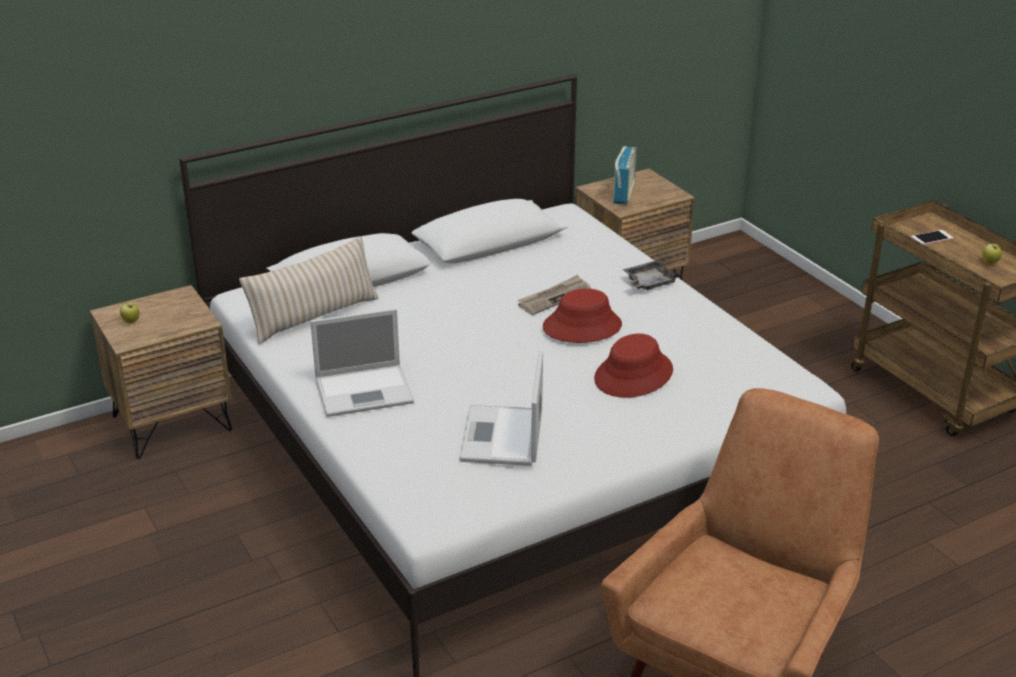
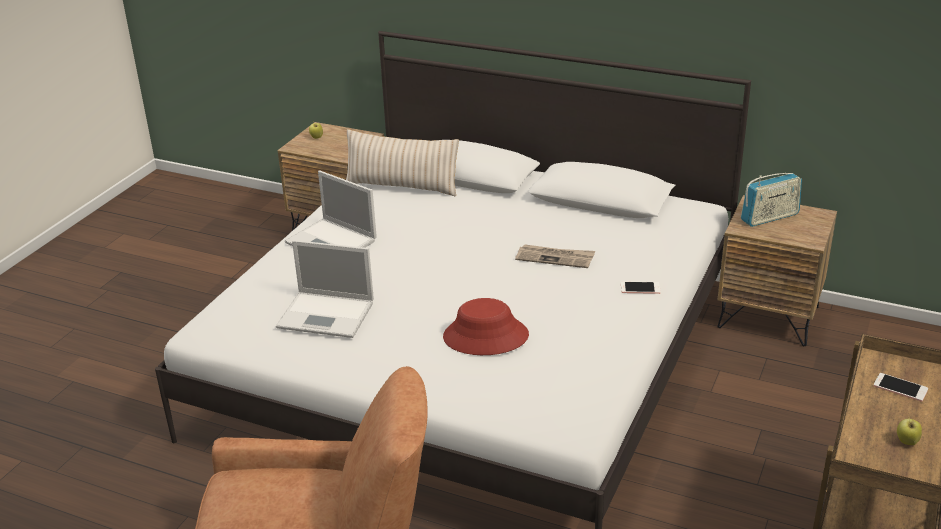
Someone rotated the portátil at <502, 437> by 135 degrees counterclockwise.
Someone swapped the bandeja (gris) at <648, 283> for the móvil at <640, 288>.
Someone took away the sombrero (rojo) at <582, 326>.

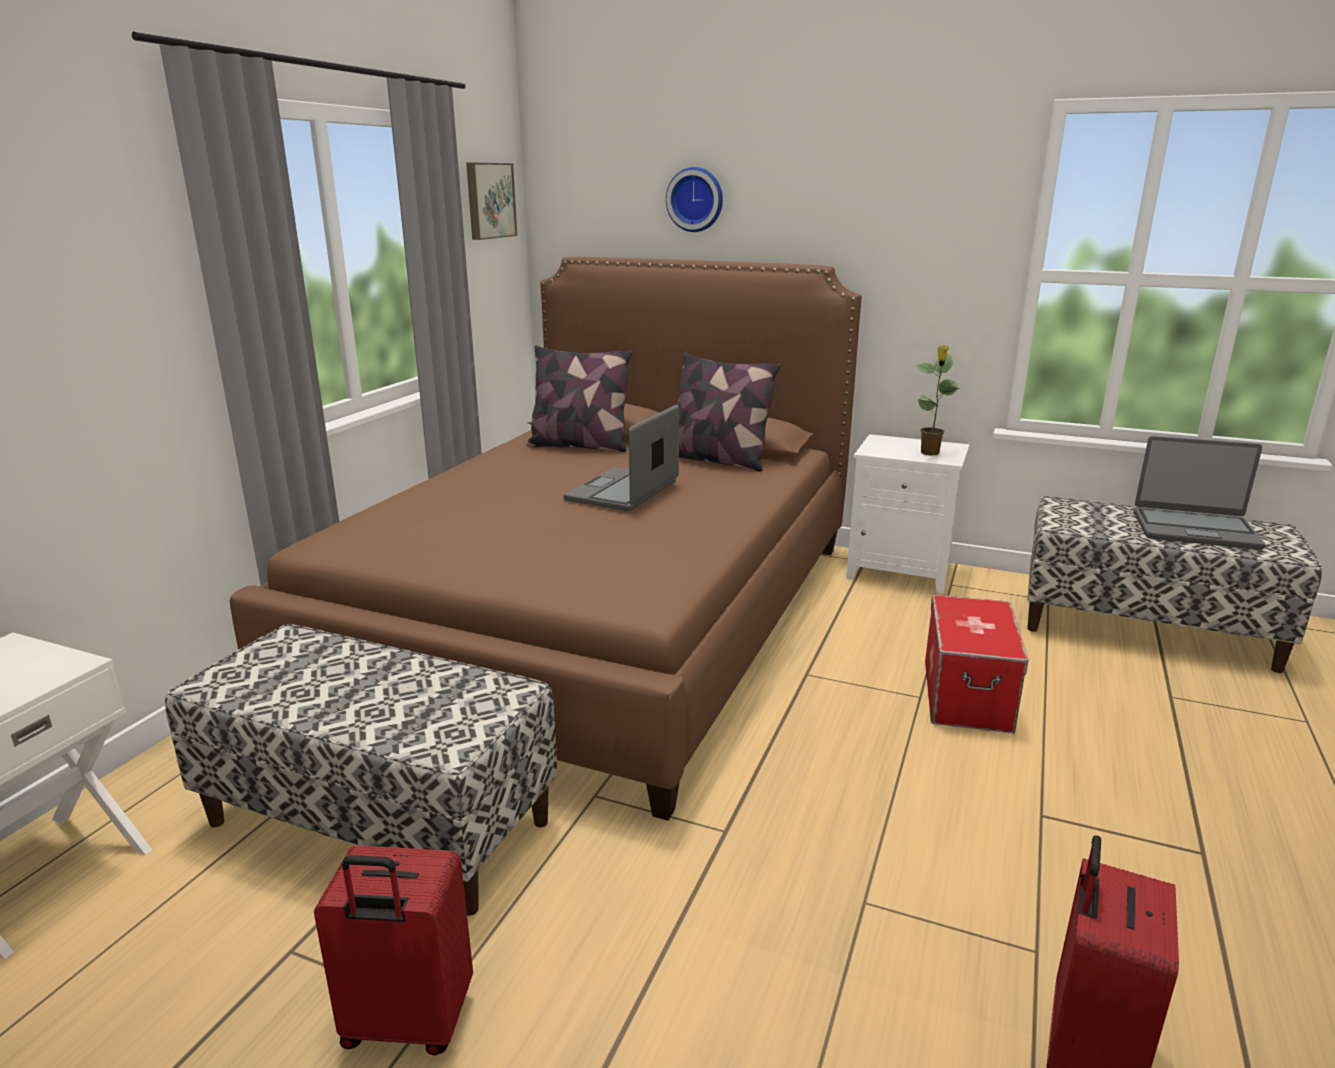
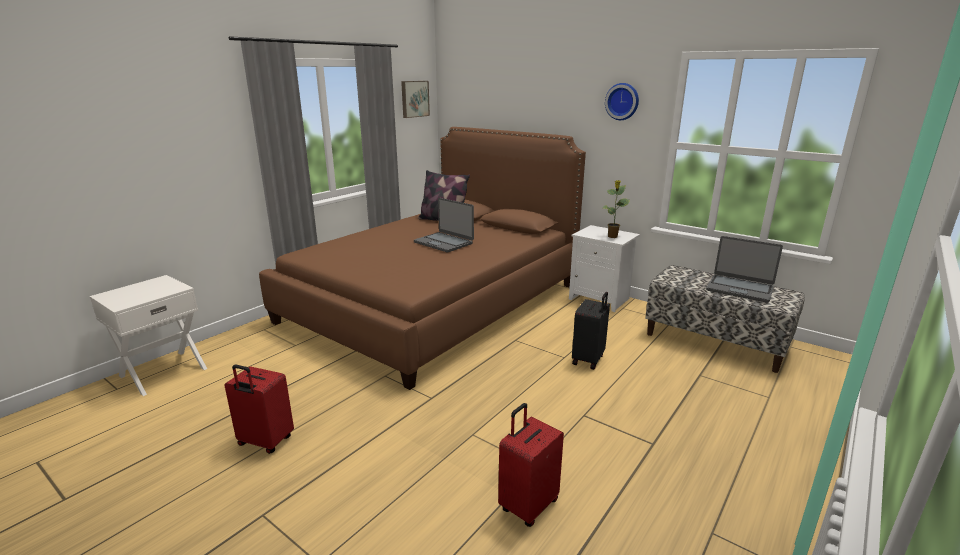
Someone rotated the portátil at <624, 491> by 90 degrees counterclockwise.
Someone swapped the caja de almacenaje at <967, 695> for the maleta (negro) at <589, 360>.
Someone carried the reloj de pared from <696, 199> to <622, 101>.
Someone took away the banco at <380, 822>.
Someone took away the cojín at <717, 460>.

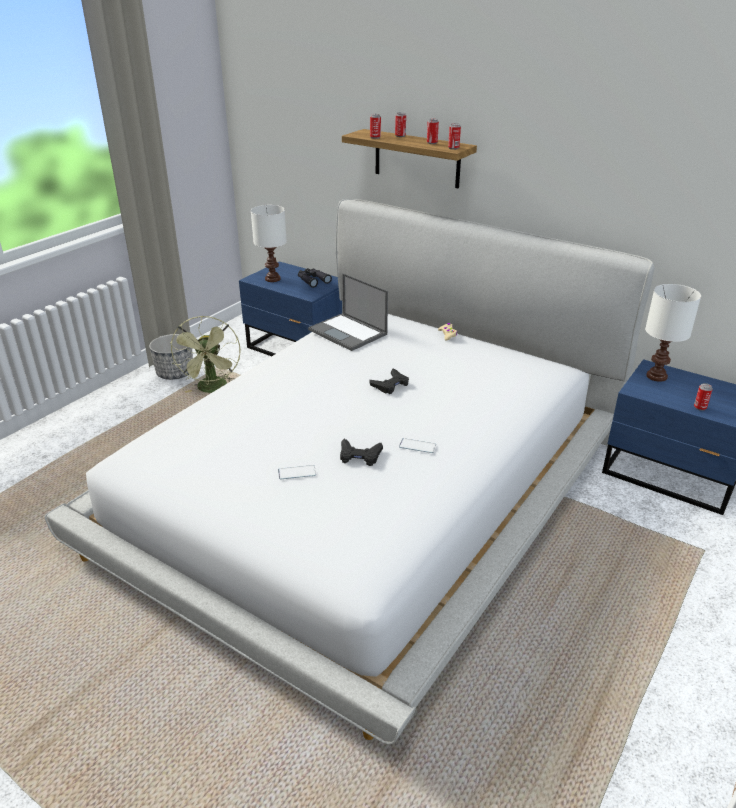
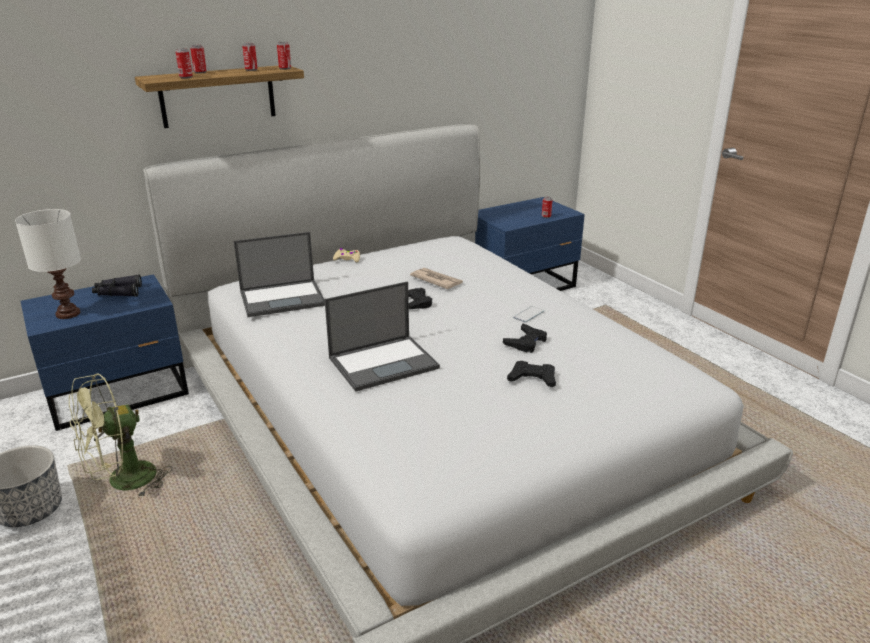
Someone rotated the ventilador (verde) at <213, 389> by 120 degrees clockwise.
Someone put down the portátil at <384, 362>.
Someone put down the periódico at <436, 280>.
Someone swapped the móvil at <297, 472> for the mando de consola (negro) at <532, 378>.
Someone took away the lámpara de mesa (blanco) at <656, 377>.

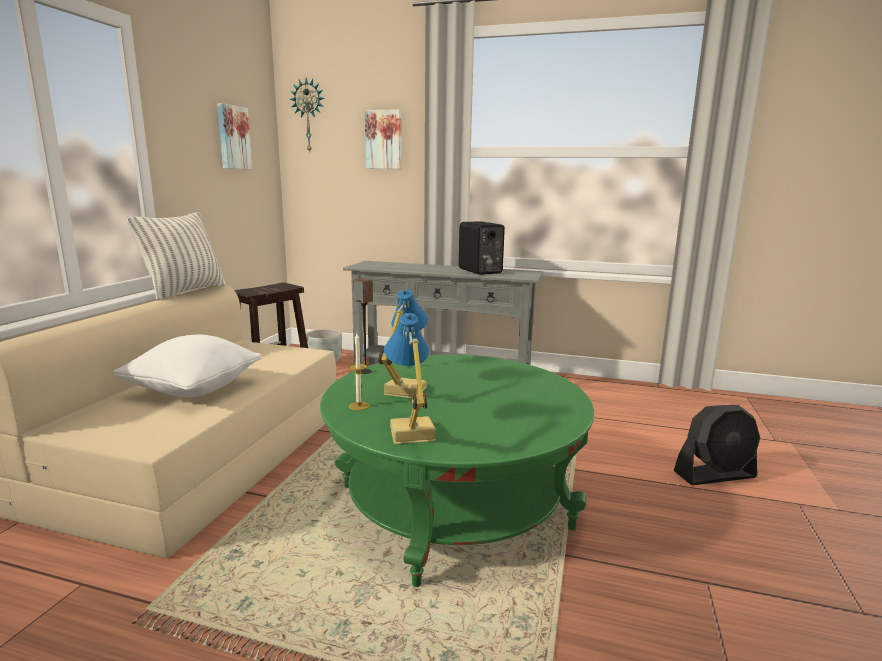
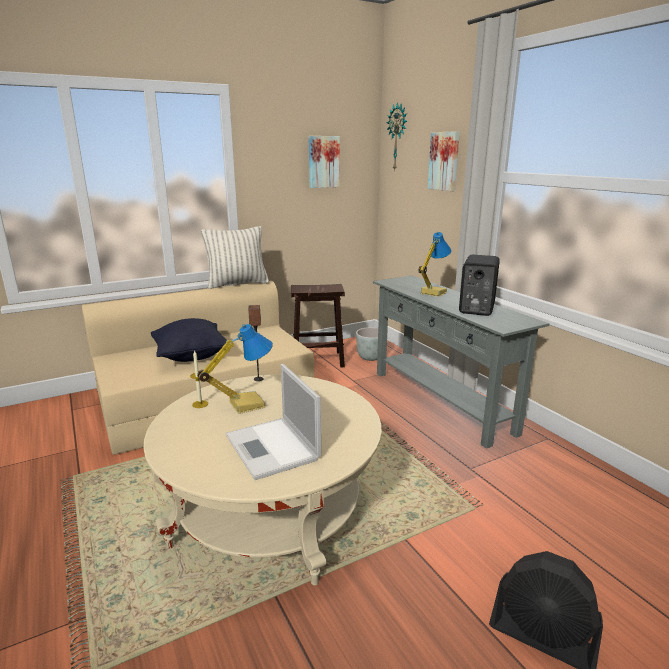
Someone repainted the mesa de centro (verde) at <453, 506>, which became the mesa de centro (beis) at <271, 512>.
Someone repainted the cojín (blanco) at <193, 390>, which became the cojín (negro) at <191, 356>.
Someone put down the portátil at <273, 448>.
Someone carried the lámpara de mesa from <410, 433> to <432, 293>.

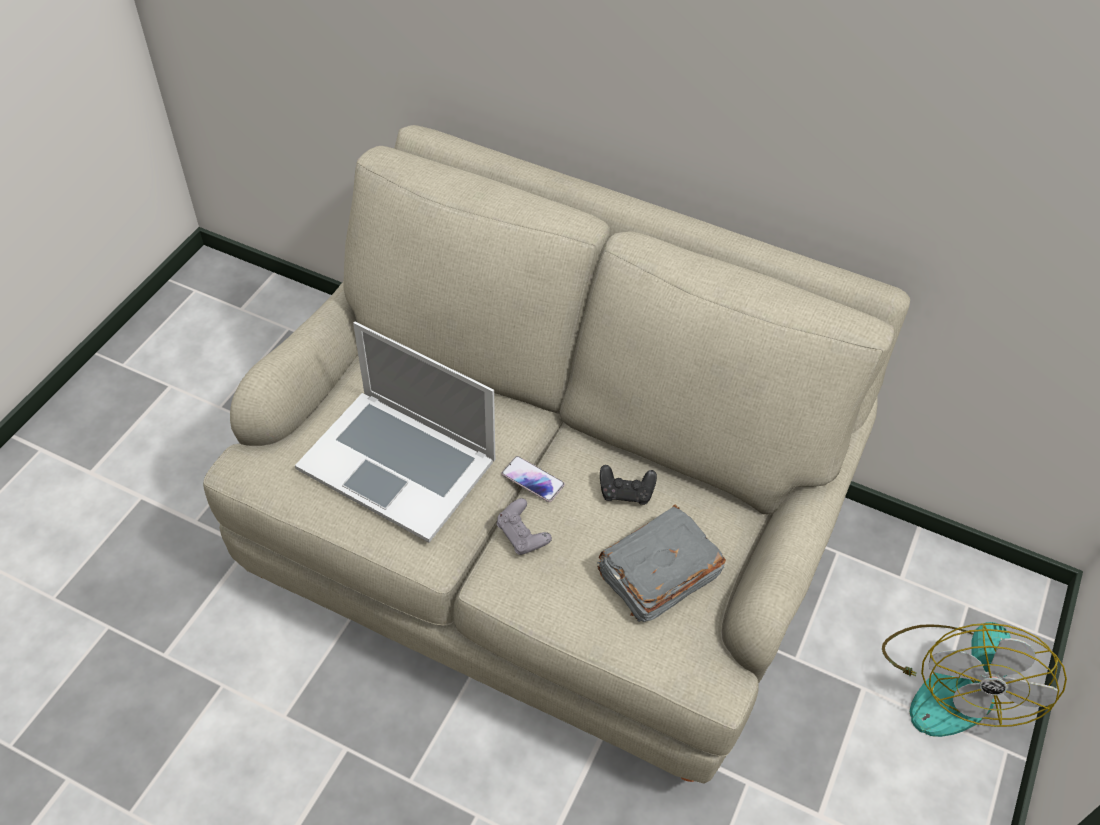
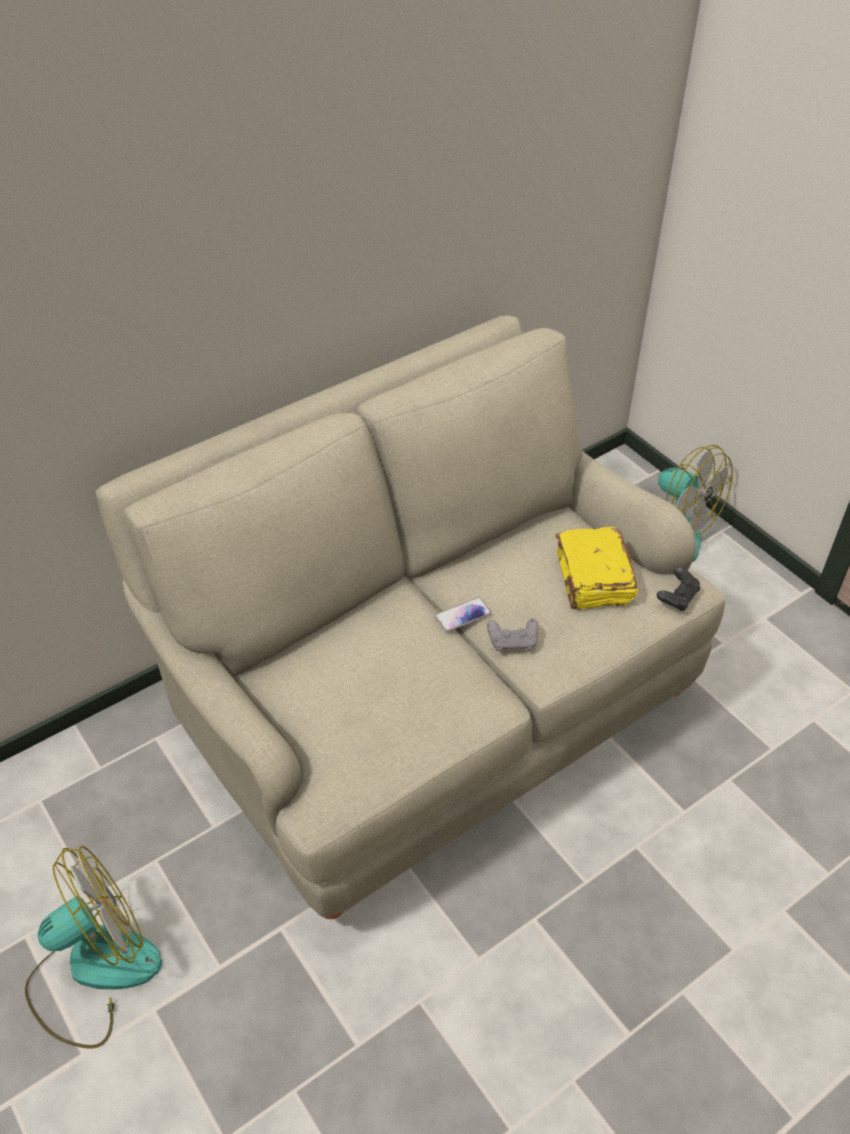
Someone put down the ventilador at <93, 971>.
Someone repainted the libro (gris) at <656, 575>, which became the libro (amarillo) at <592, 580>.
Someone carried the mando de consola (negro) from <626, 492> to <677, 597>.
Someone took away the portátil at <398, 463>.

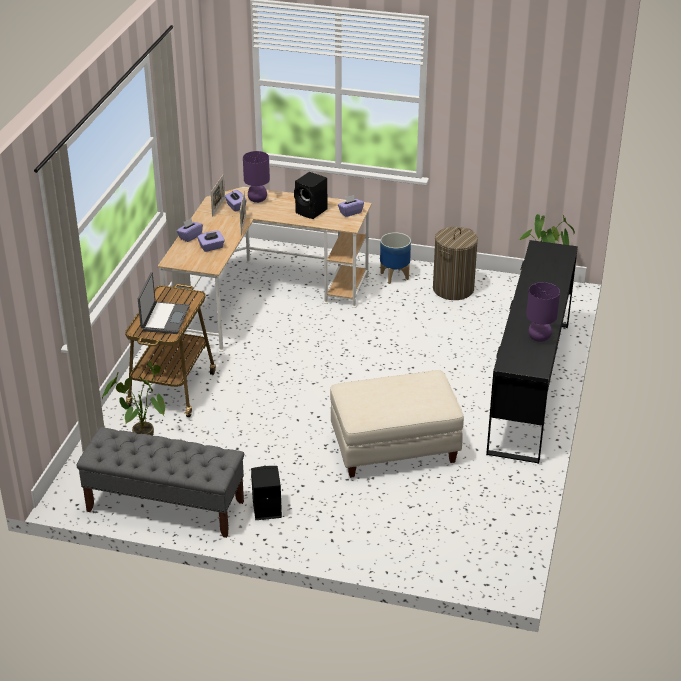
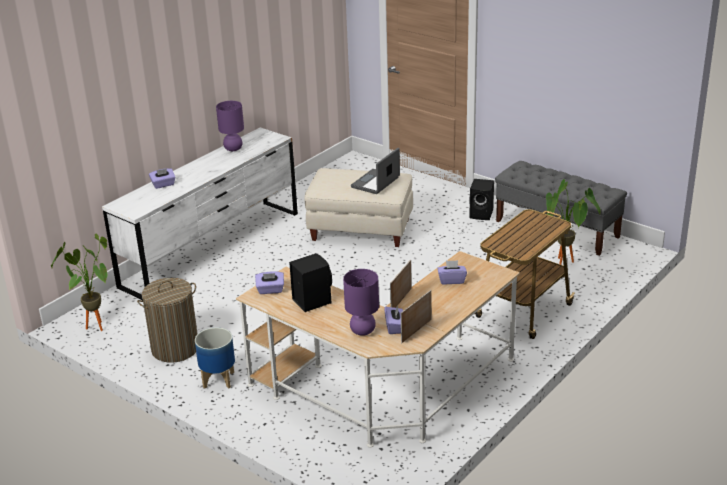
Someone repainted the cómoda (negro) at <529, 385>, which became the cómoda (blanco) at <212, 249>.
Someone carried the caja de pañuelos (morado) from <190, 236> to <163, 185>.
Someone carried the portátil from <164, 319> to <376, 183>.

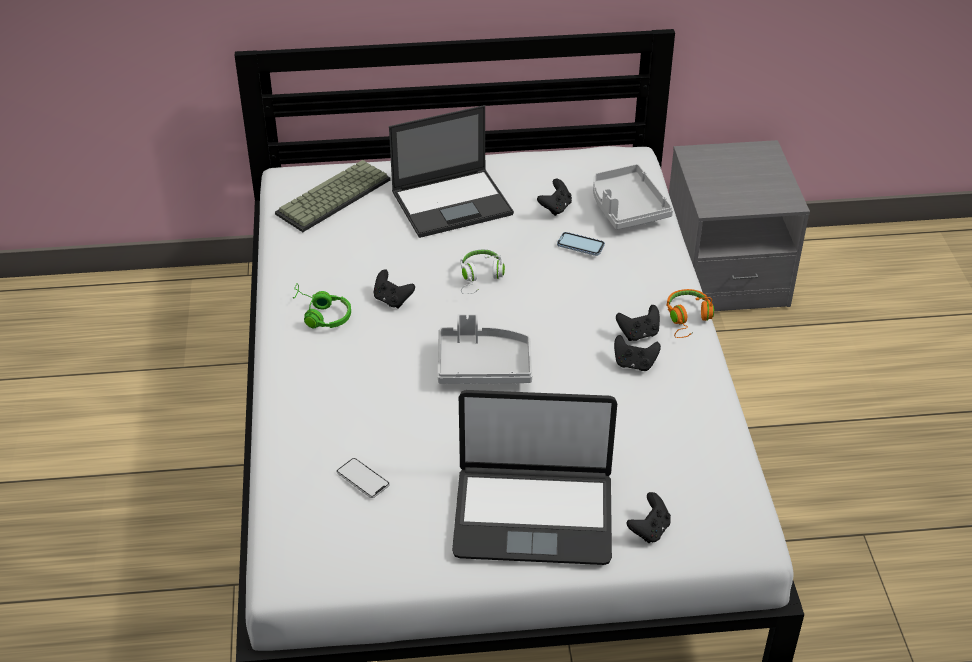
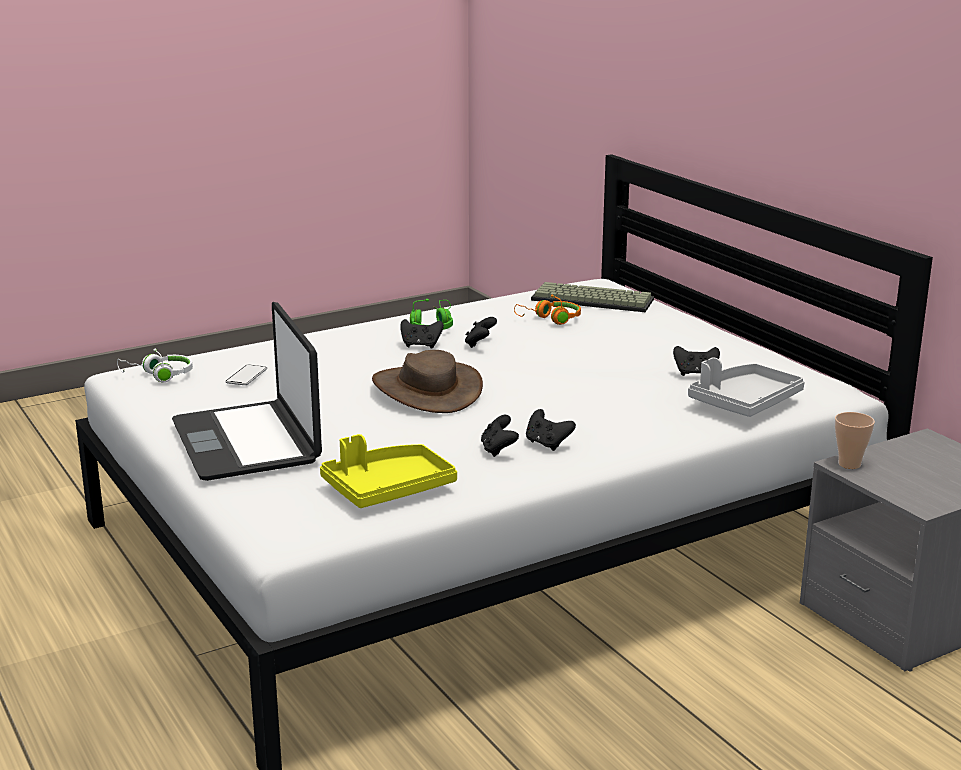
Someone carried the auriculares (blanco) from <480, 277> to <158, 376>.
Someone put down the bandeja (amarillo) at <387, 489>.
Someone swapped the bandeja (gris) at <483, 366> for the sombrero (marrón) at <427, 390>.
Someone carried the mando de consola (negro) from <649, 530> to <421, 345>.
Someone carried the auriculares (naranja) from <688, 319> to <551, 319>.
Someone put down the taza at <849, 464>.
Someone took away the portátil at <453, 203>.
Someone took away the móvil at <580, 245>.

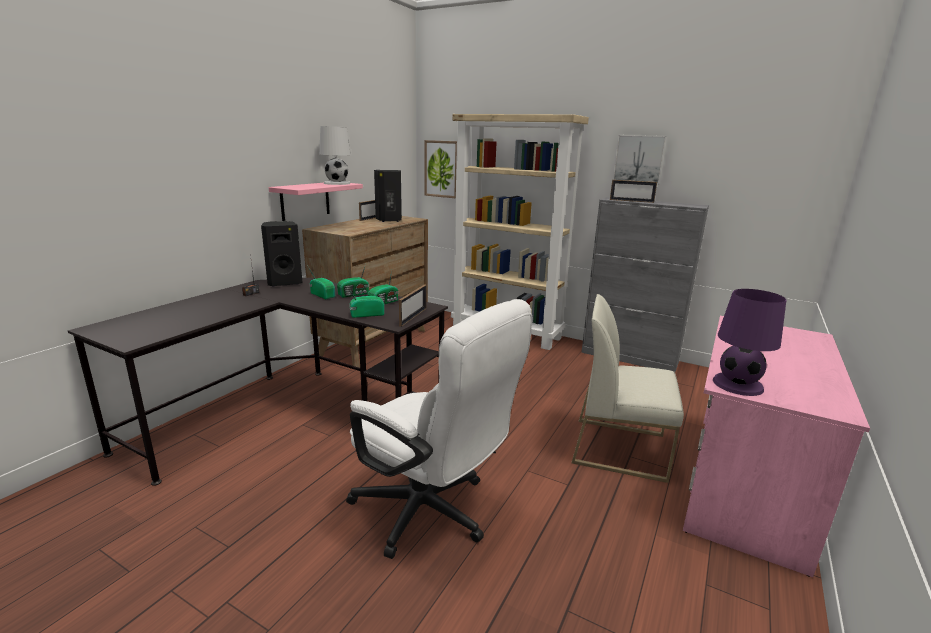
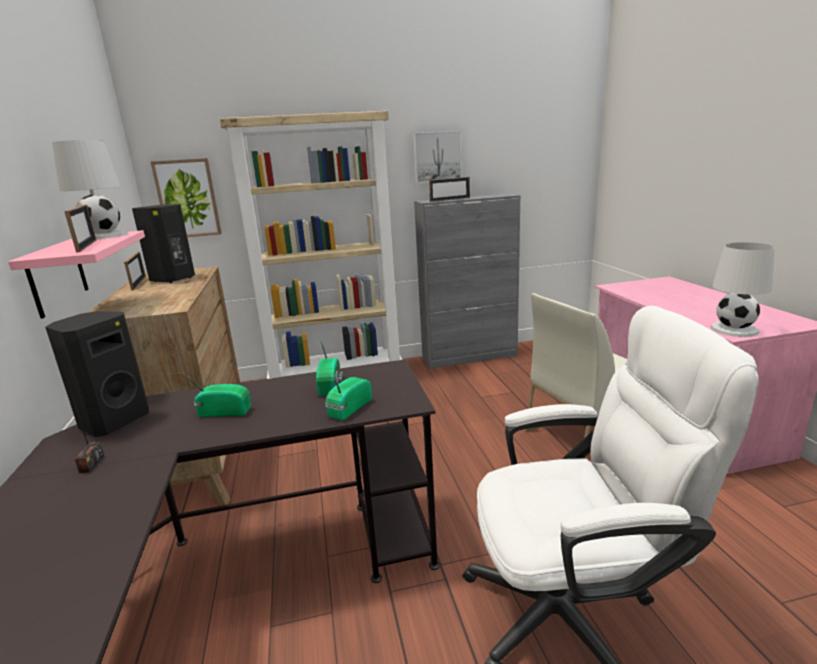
Someone carried the portarretratos from <413, 317> to <86, 246>.
Someone repainted the lámpara de mesa (morado) at <737, 384>, which became the lámpara de mesa (blanco) at <734, 329>.
Someone took away the radio at <354, 294>.

